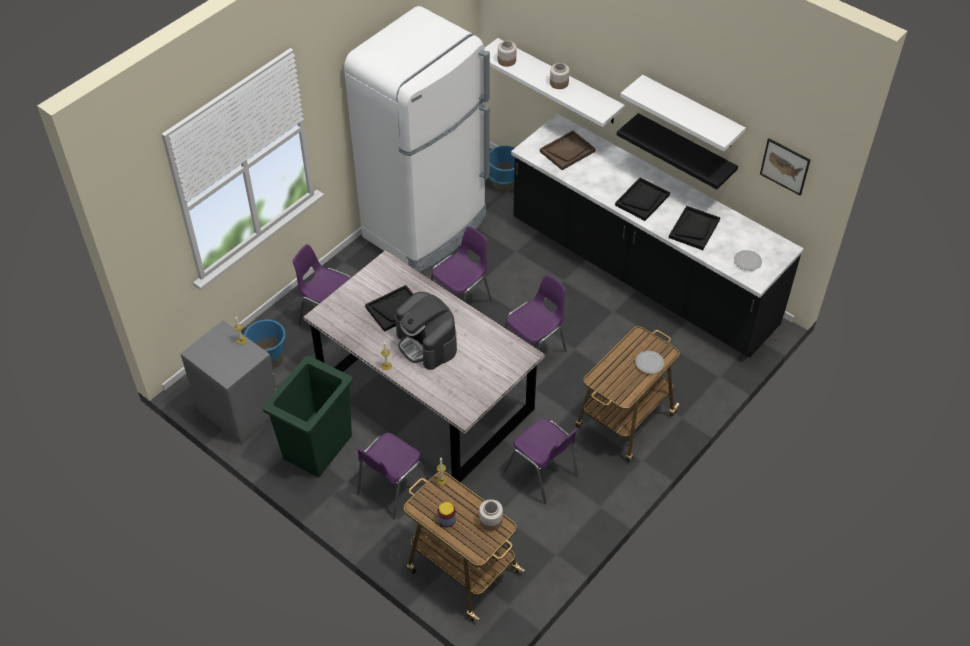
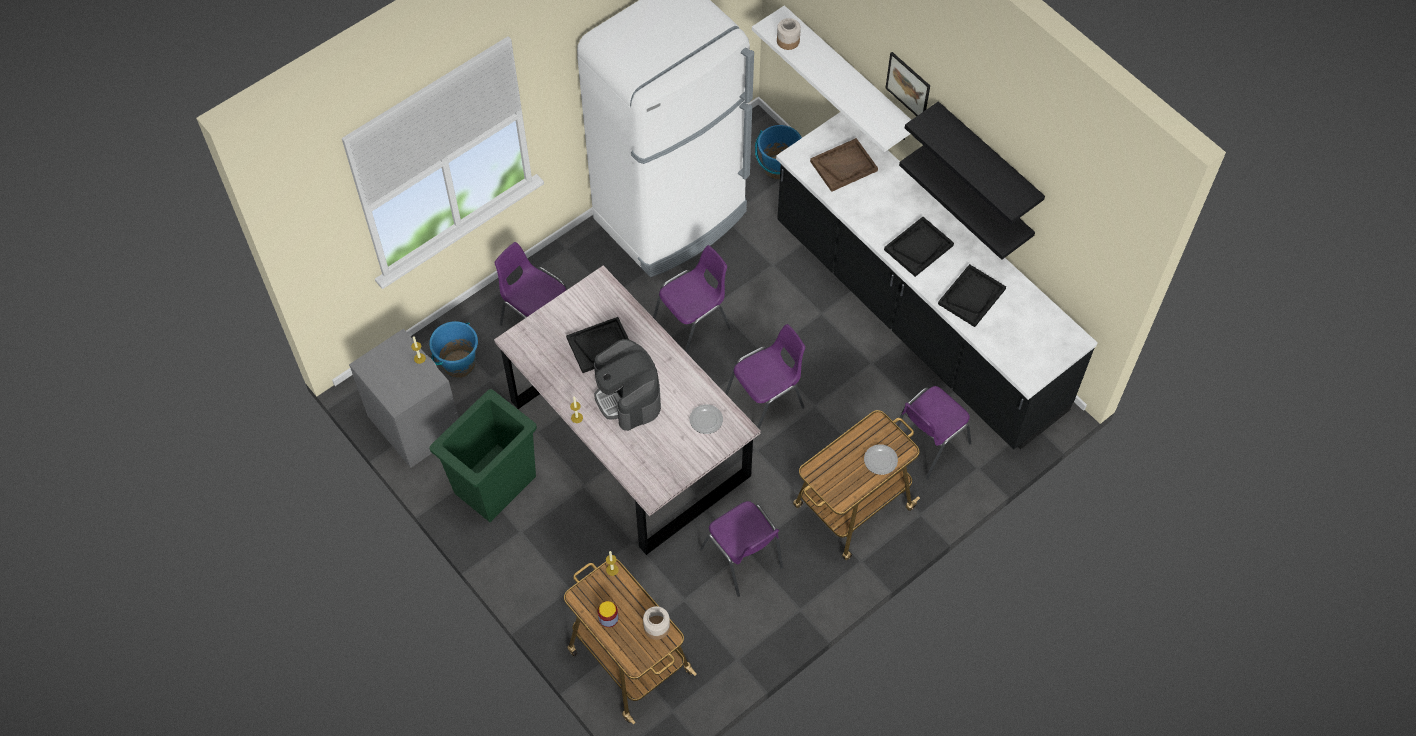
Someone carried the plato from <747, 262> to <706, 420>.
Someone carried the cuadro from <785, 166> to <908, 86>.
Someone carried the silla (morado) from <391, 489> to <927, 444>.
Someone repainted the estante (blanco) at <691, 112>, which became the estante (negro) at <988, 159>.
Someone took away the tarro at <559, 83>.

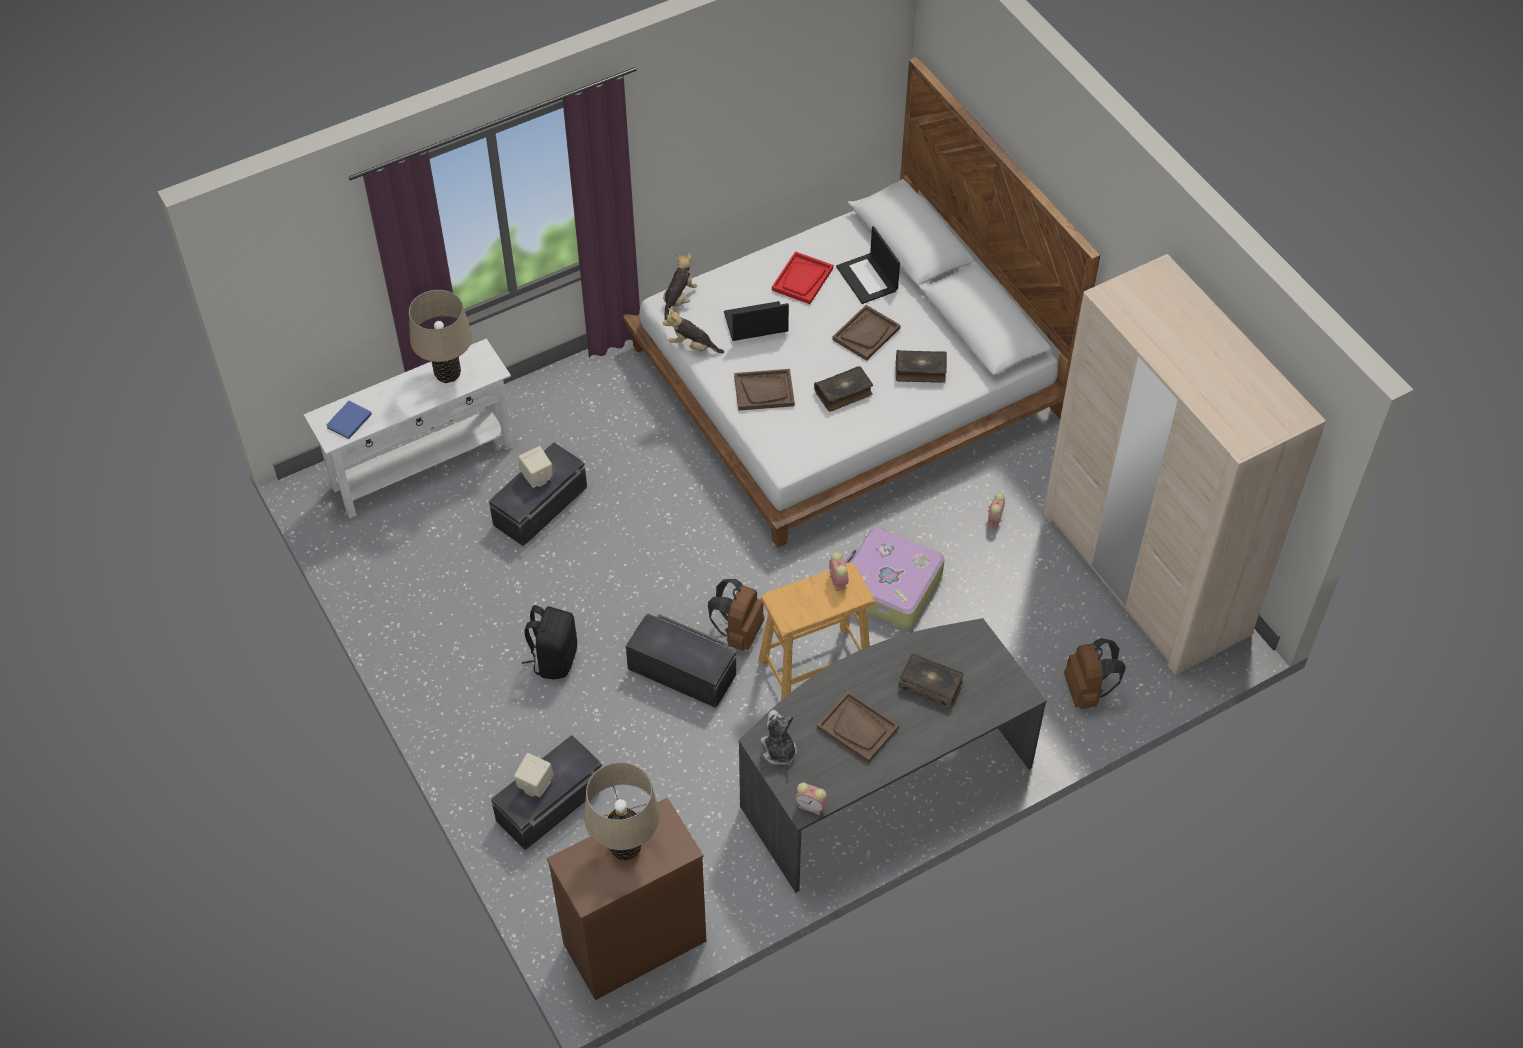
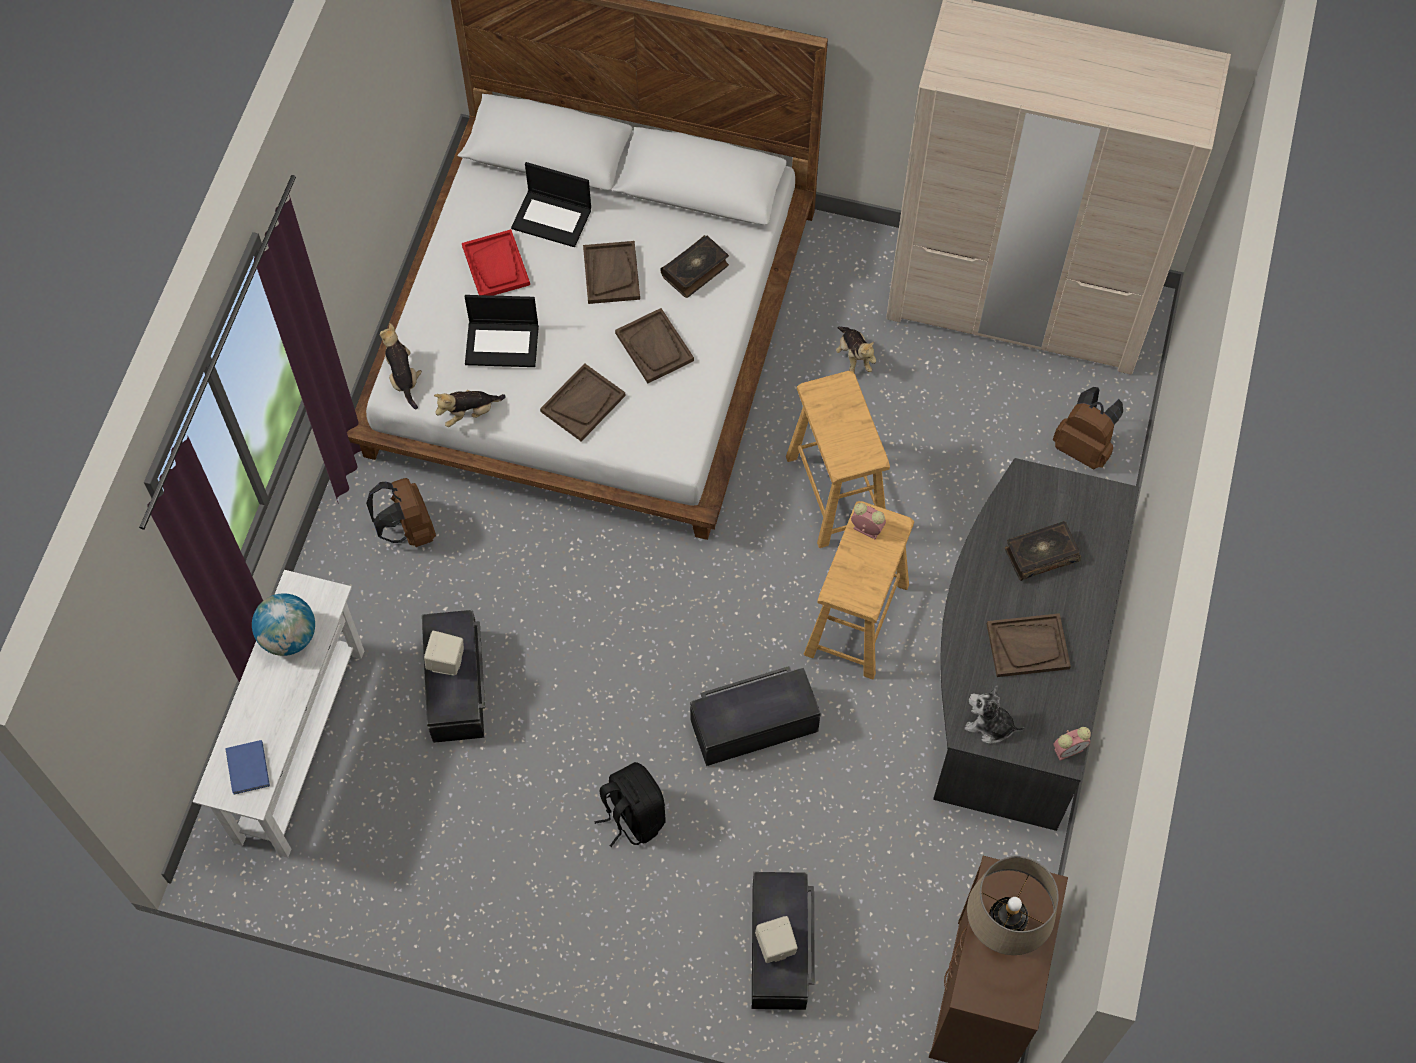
Someone swapped the lámpara de mesa (beis) at <447, 374> for the globo terráqueo at <289, 637>.
Someone carried the mochila (marrón) from <738, 632> to <408, 529>.
Someone rotated the portátil at <755, 323> by 120 degrees counterclockwise.
Someone swapped the libro at <844, 393> for the bandeja (marrón) at <654, 347>.
Someone swapped the maleta at <888, 586> for the taburete (beis) at <836, 493>.
Someone swapped the despertador at <994, 519> for the peluche at <853, 356>.

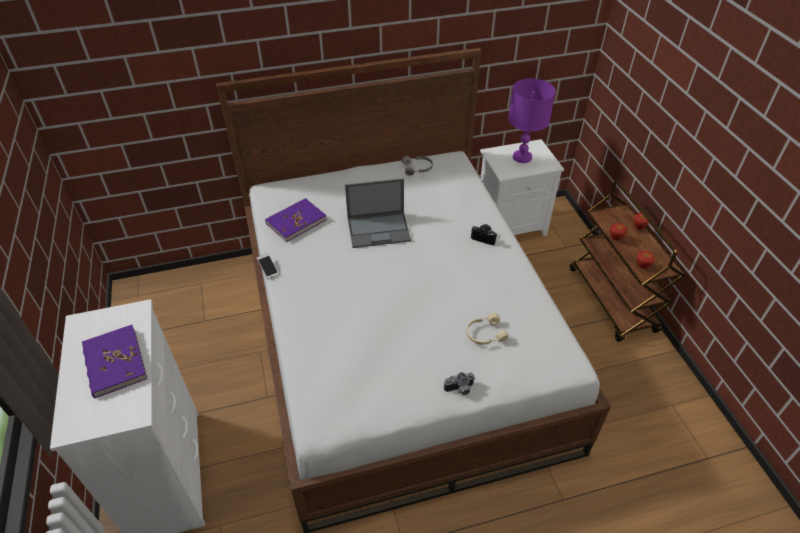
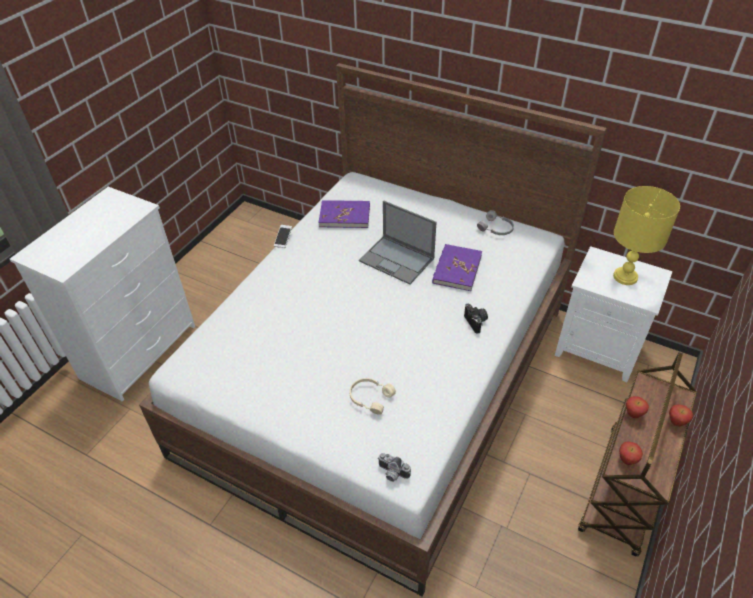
Someone carried the cámara from <460, 390> to <392, 473>.
Someone carried the libro (morado) from <114, 362> to <456, 269>.
Someone repainted the lámpara de mesa (morado) at <522, 157>, which became the lámpara de mesa (amarillo) at <626, 277>.

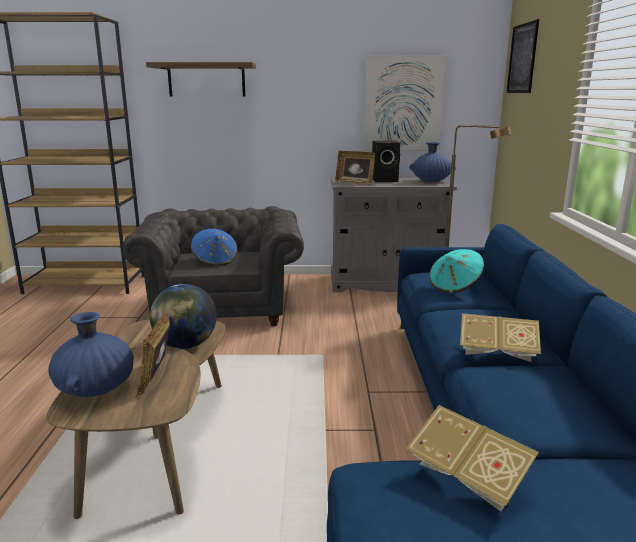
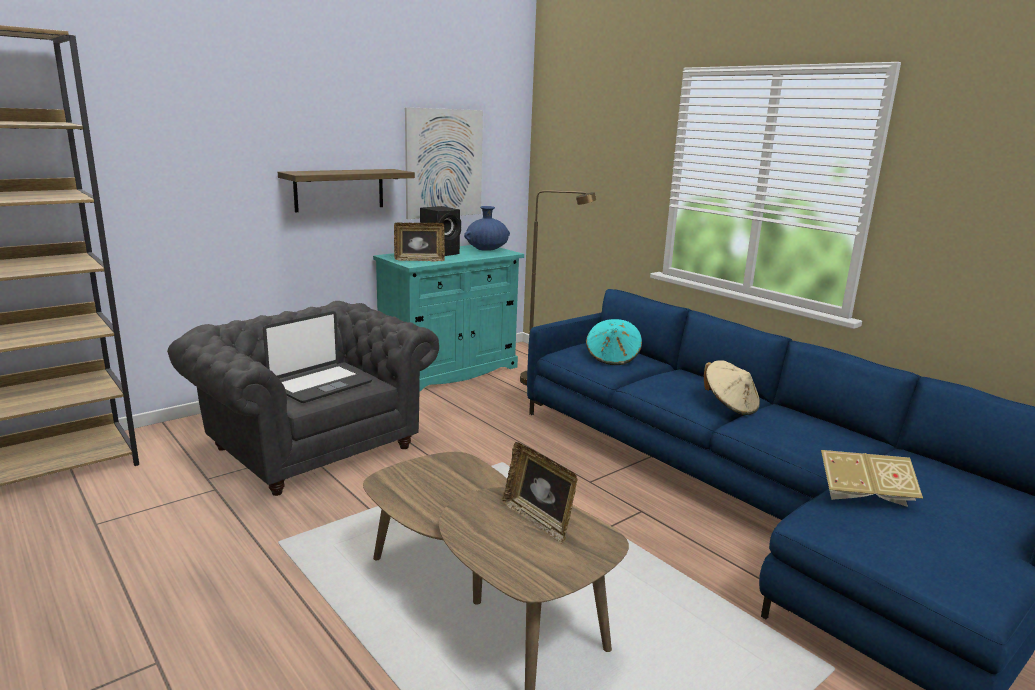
Someone swapped the sombrero (azul) at <215, 260> for the portátil at <319, 384>.
Someone carried the estante from <206, 80> to <339, 190>.
Someone repainted the armario (gris) at <386, 283>, which became the armario (turquesa) at <449, 371>.
Someone swapped the libro at <497, 352> for the sombrero (beis) at <729, 406>.
Someone took away the florero (azul) at <95, 389>.
Someone took away the globo terráqueo at <185, 345>.
Someone took away the cuadro at <522, 58>.

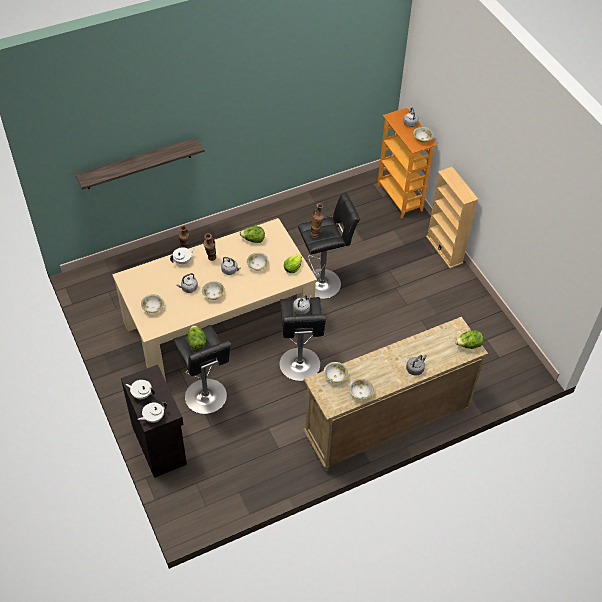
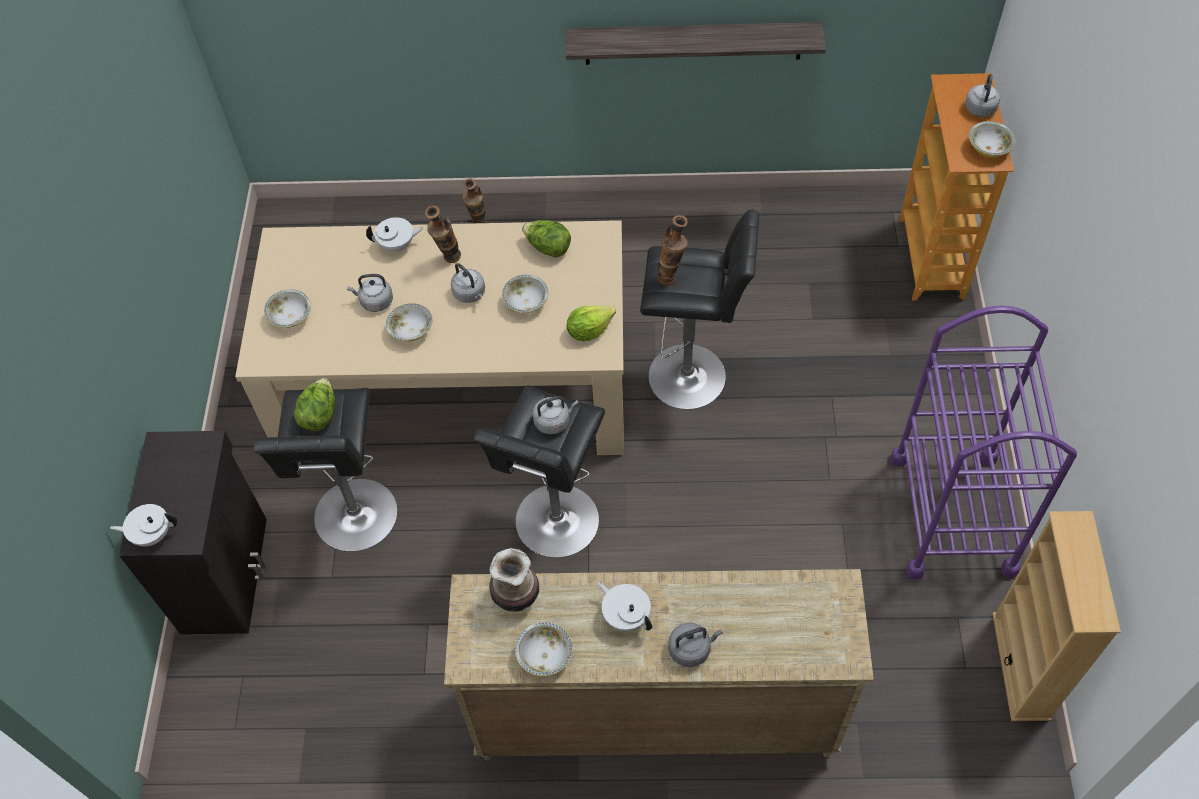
Someone swapped the cuenco at <335, 376> for the florero at <515, 597>.
Someone carried the estante from <138, 164> to <693, 43>.
Someone carried the tetera (blanco) from <141, 394> to <626, 615>.
Someone put down the carrito (morado) at <952, 513>.
Someone carried the estantería (beis) from <444, 249> to <1021, 666>.
Someone took away the lechuga at <468, 345>.

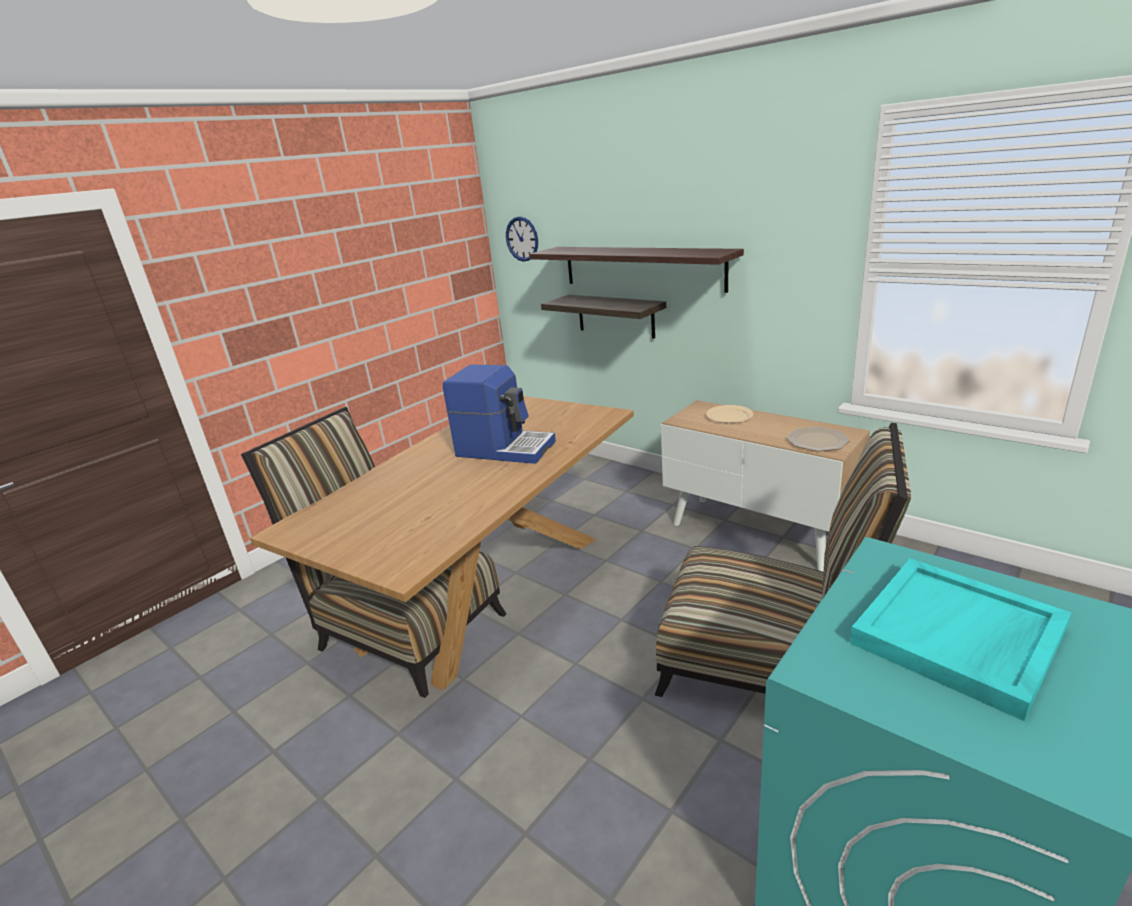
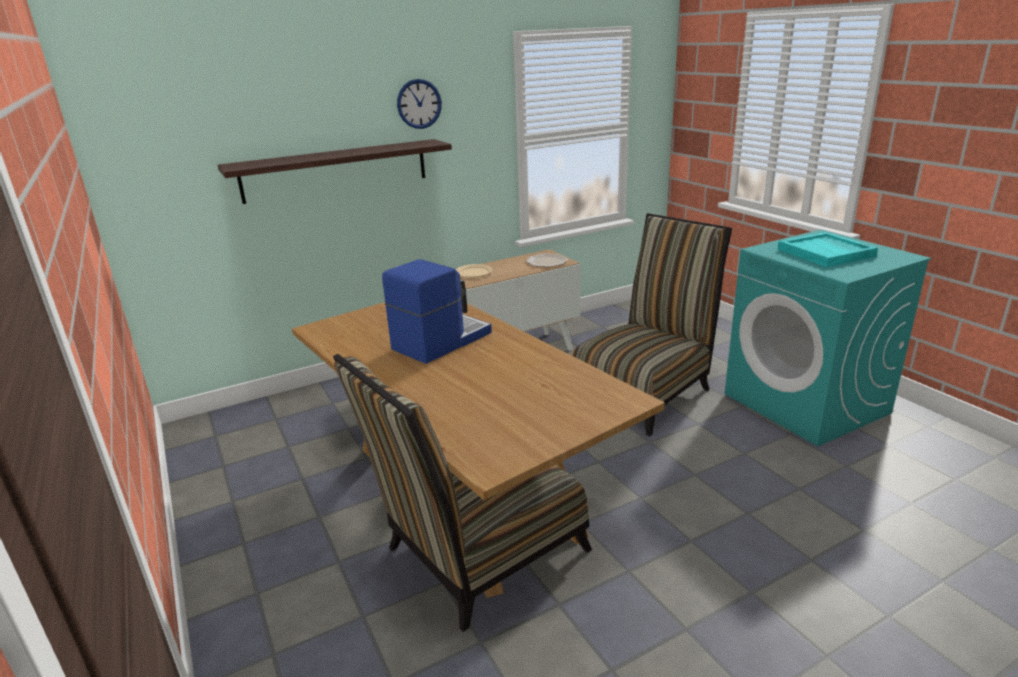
Someone carried the reloj de pared from <522, 239> to <419, 104>.
Someone took away the estante at <615, 316>.

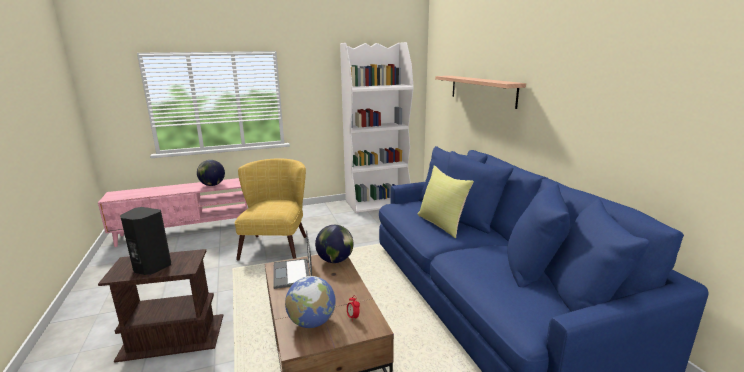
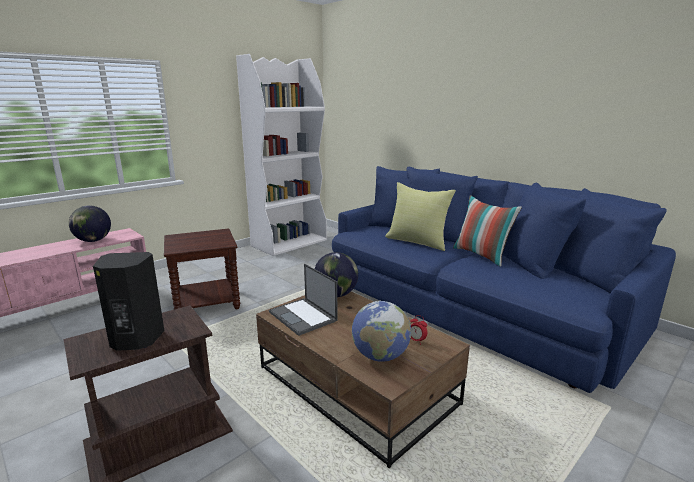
Someone swapped the sillón (amarillo) at <277, 244> for the mesa auxiliar (marrón) at <207, 302>.
Someone put down the cojín at <481, 255>.
Someone took away the estante at <482, 90>.

